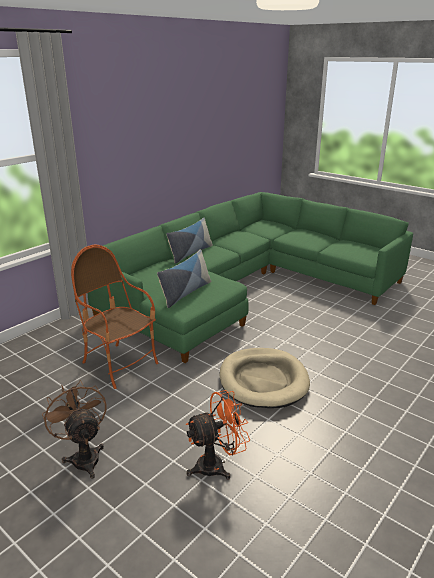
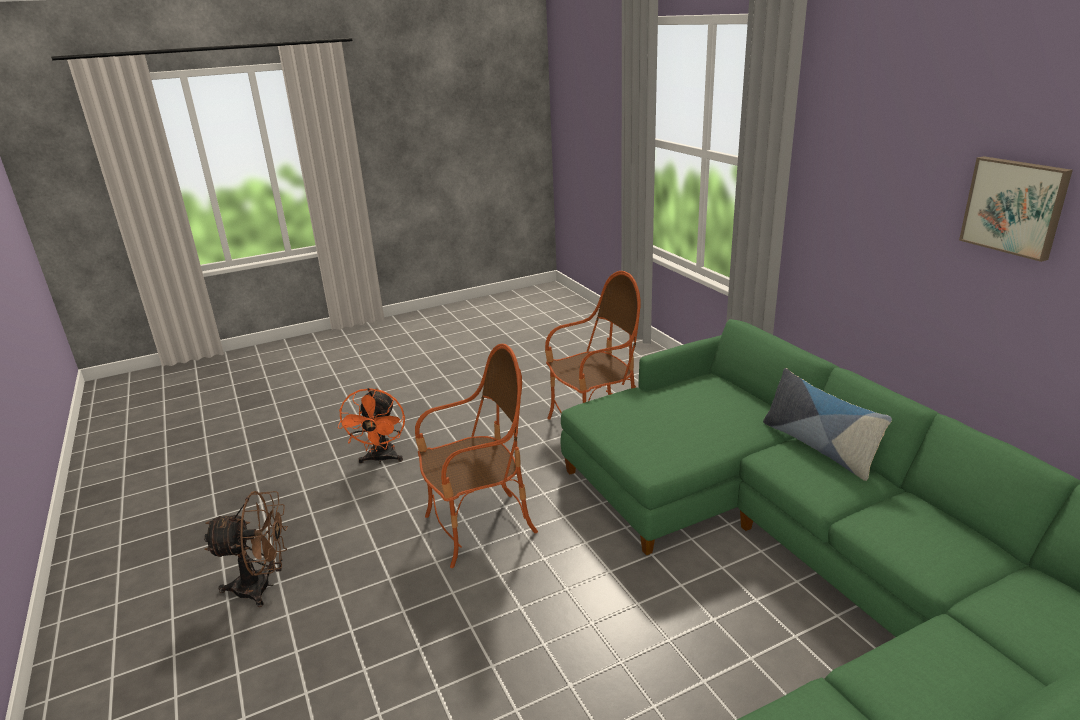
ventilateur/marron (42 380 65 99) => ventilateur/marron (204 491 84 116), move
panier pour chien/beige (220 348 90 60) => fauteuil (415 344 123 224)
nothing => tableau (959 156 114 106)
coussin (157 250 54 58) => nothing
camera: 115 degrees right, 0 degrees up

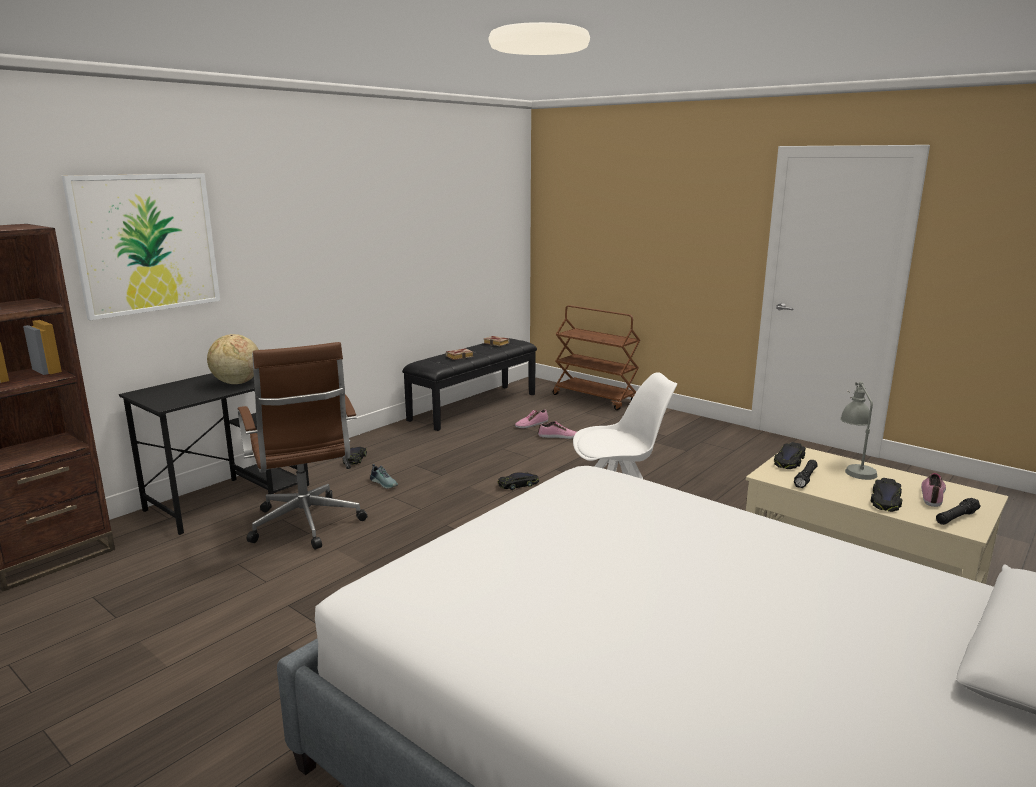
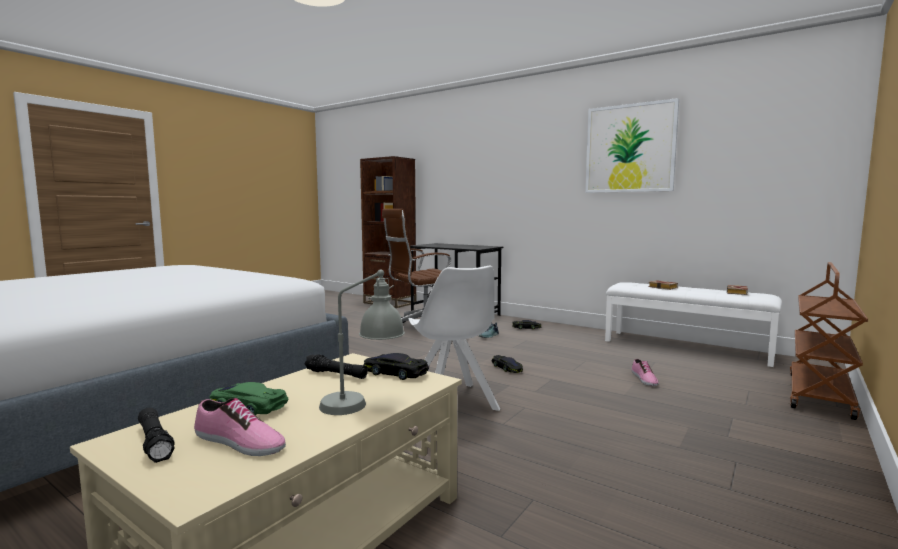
petite voiture/noir (870 478 32 34) => petite voiture/vert (209 382 79 33)
tableau (62 173 158 147) => tableau (585 98 94 95), move
banc/noir (402 338 135 93) => banc/blanc (605 282 177 85)
globe (207 334 52 50) => nothing
chaussure (515 409 33 19) => nothing
camera: 85 degrees right, 10 degrees down

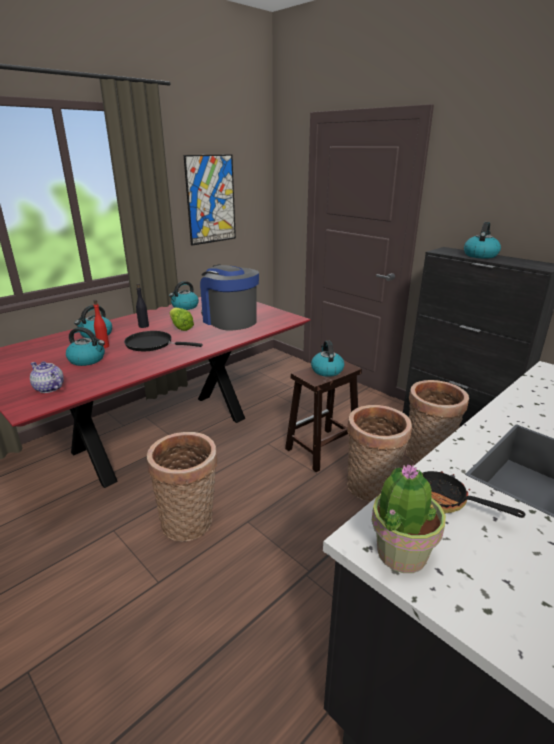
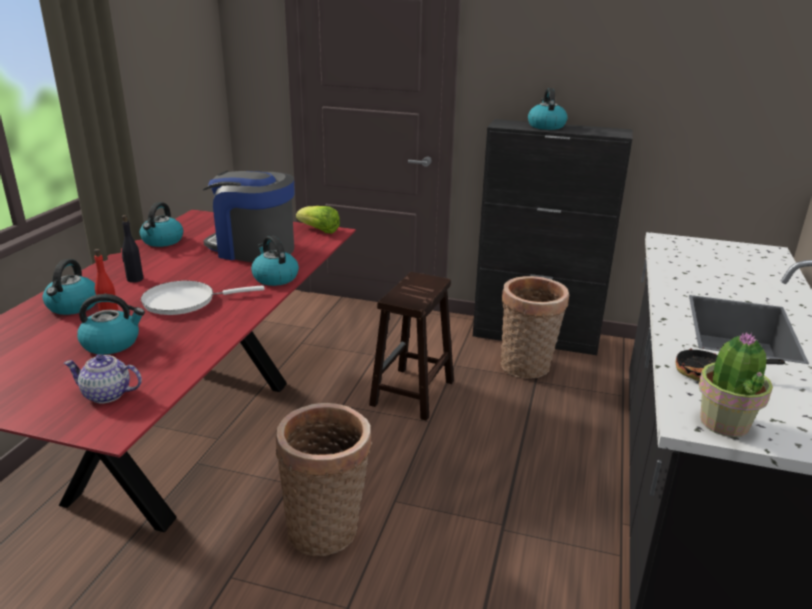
poêle/noir (124 331 78 20) => poêle/blanc (141 281 124 34)
bouilloire (311 341 33 36) => bouilloire (251 235 48 51), move
laitue (170 307 24 24) => laitue (296 206 44 28), move
tableau (184 154 52 92) => nothing
panier (347 405 65 97) => nothing
camera: 30 degrees left, 0 degrees up

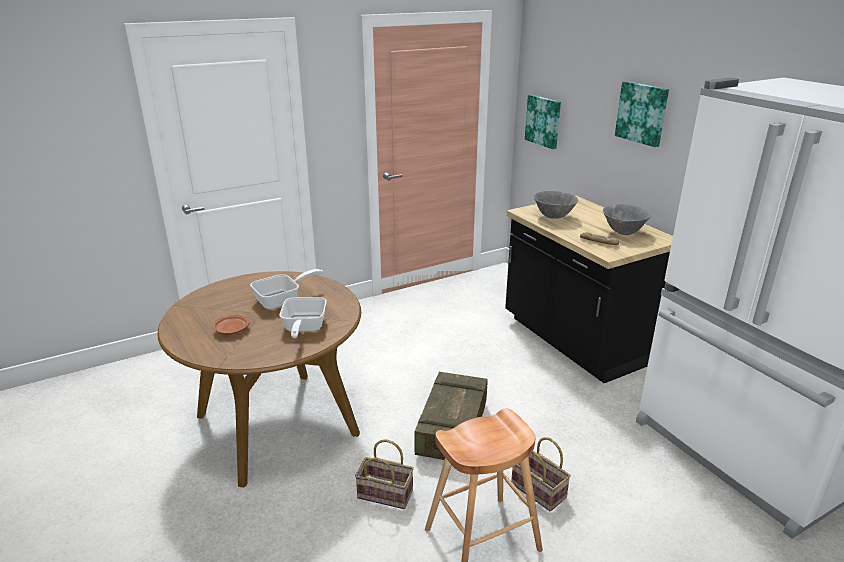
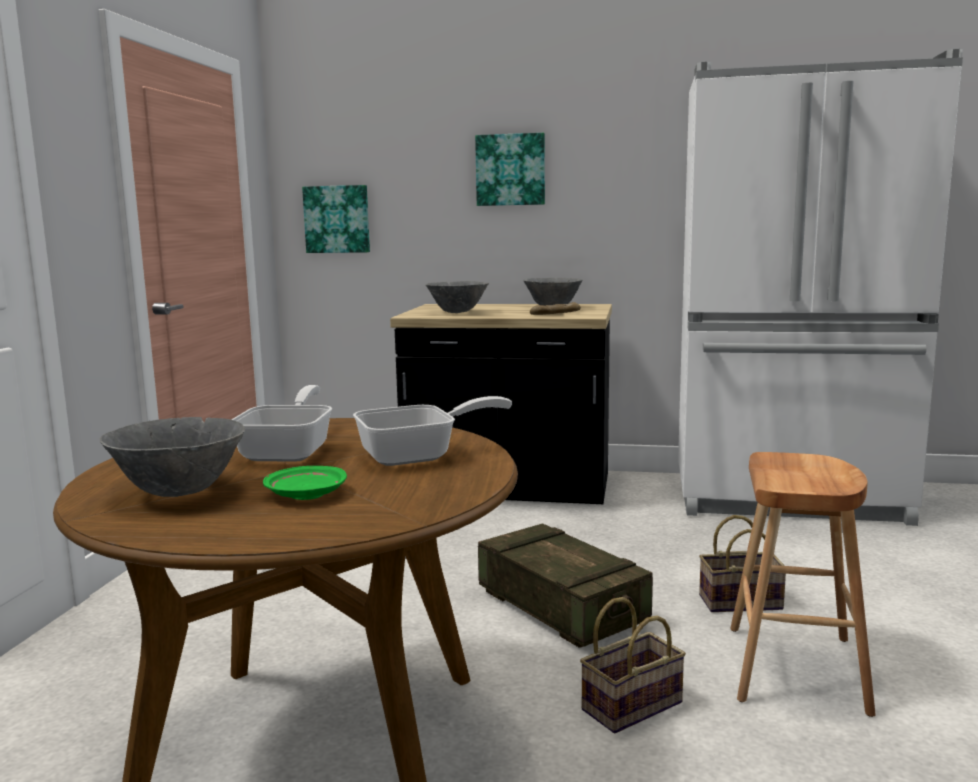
nothing => bol/gris (99 417 146 80)
assiette/marron (213 315 36 20) => assiette/vert (263 466 84 34)
poêle (279 297 48 41) => poêle (353 396 159 70), 60 degrees counterclockwise
camera: 50 degrees left, 15 degrees down

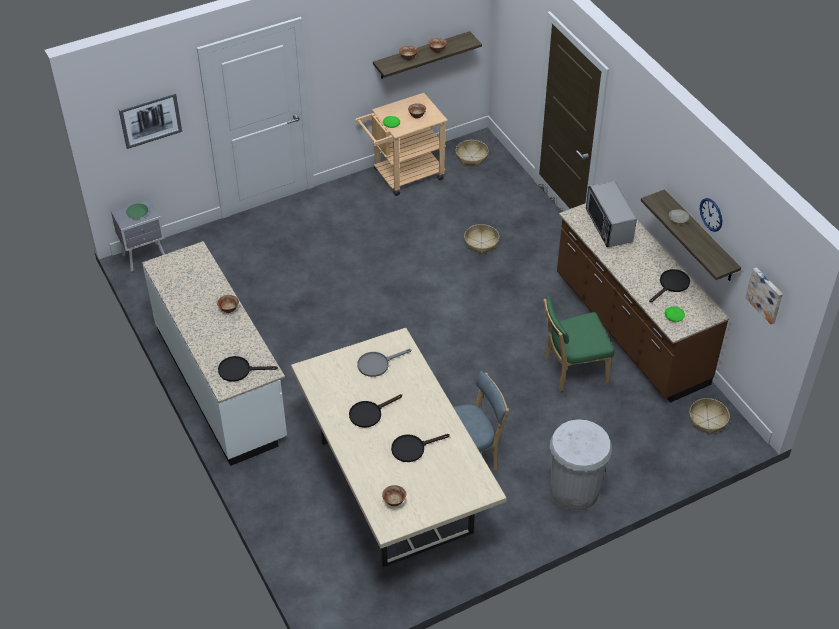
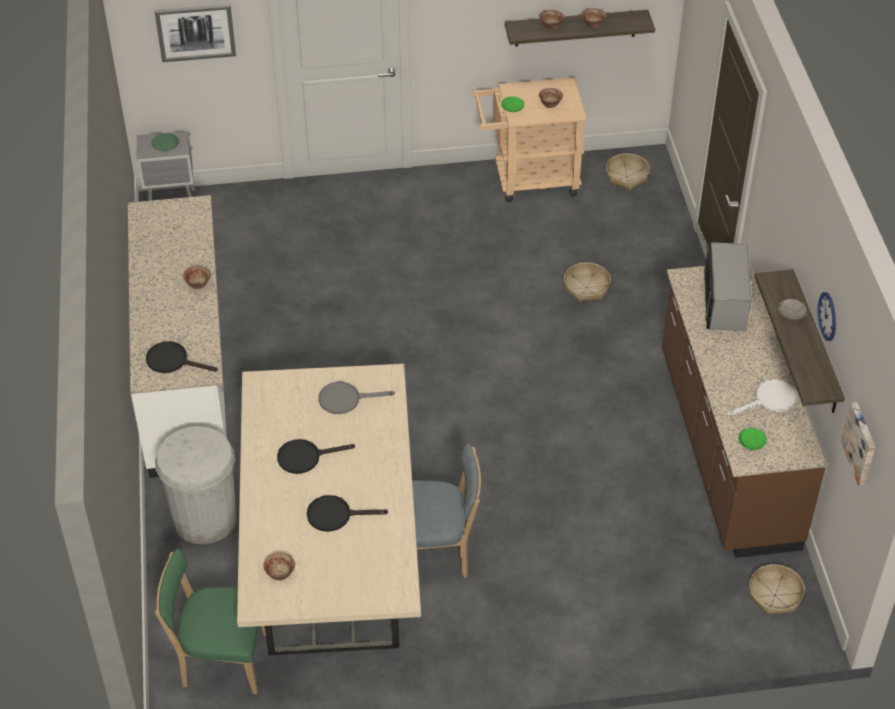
poubelle/blanc (550 419 62 92) => poubelle/blanc (155 426 82 118), move
chaise/vert (544 296 70 96) => chaise/vert (155 549 111 145), move
poêle/noir (649 269 41 34) => poêle/blanc (727 379 70 37)
camera: 20 degrees right, 0 degrees up

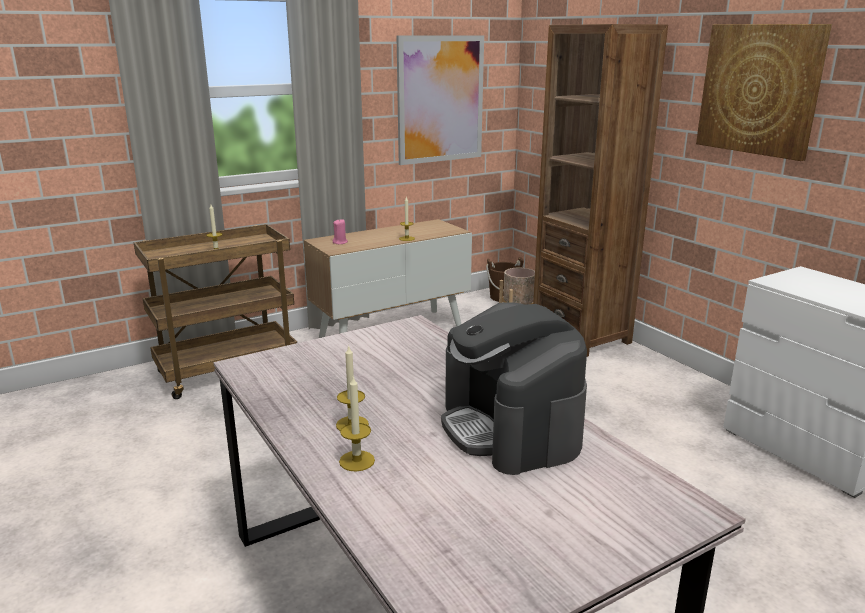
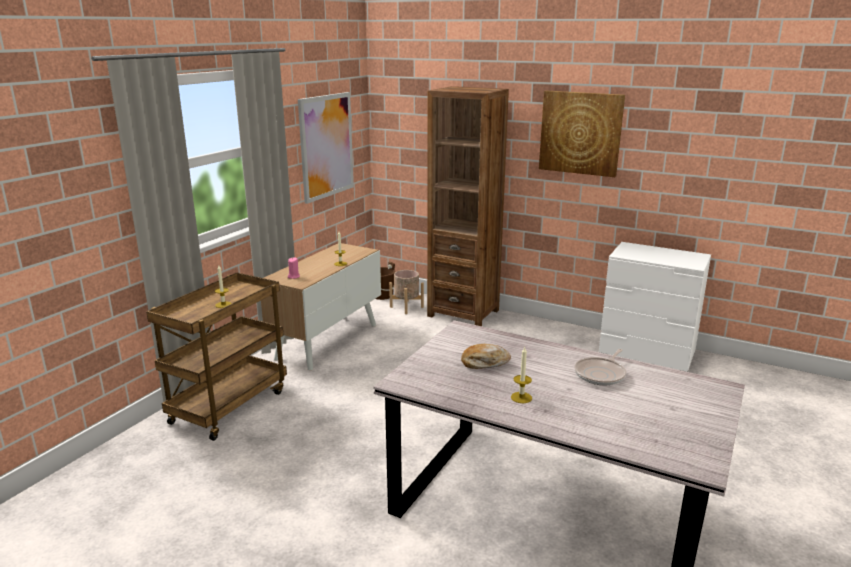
nothing => pain (461 344 50 25)
machine à café (441 302 146 173) => poêle (574 349 52 36)
bougie (339 377 36 95) => nothing
camera: 30 degrees left, 0 degrees up

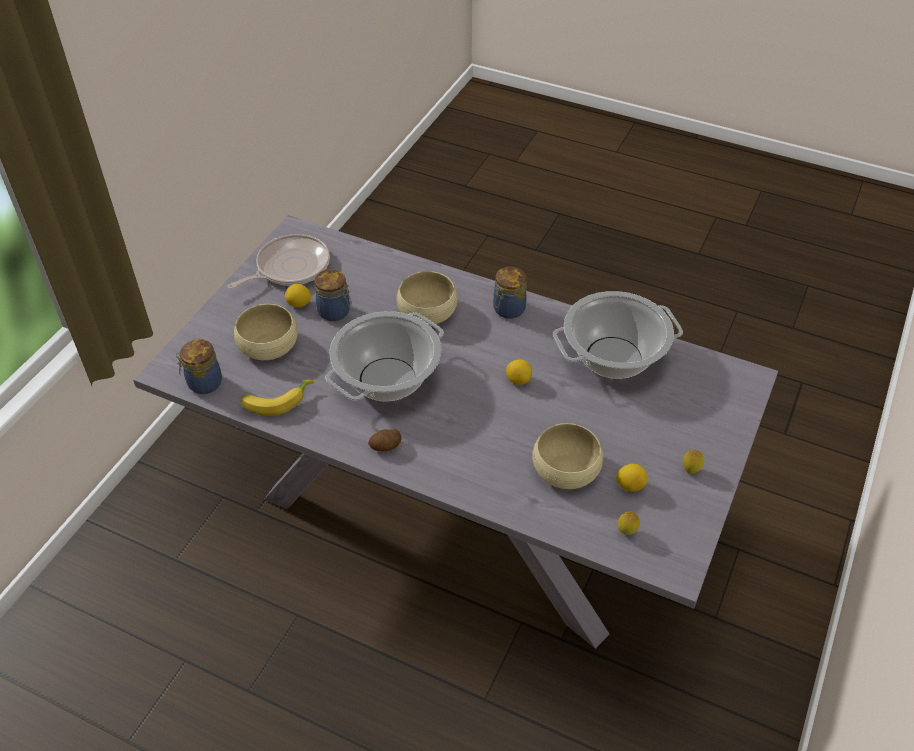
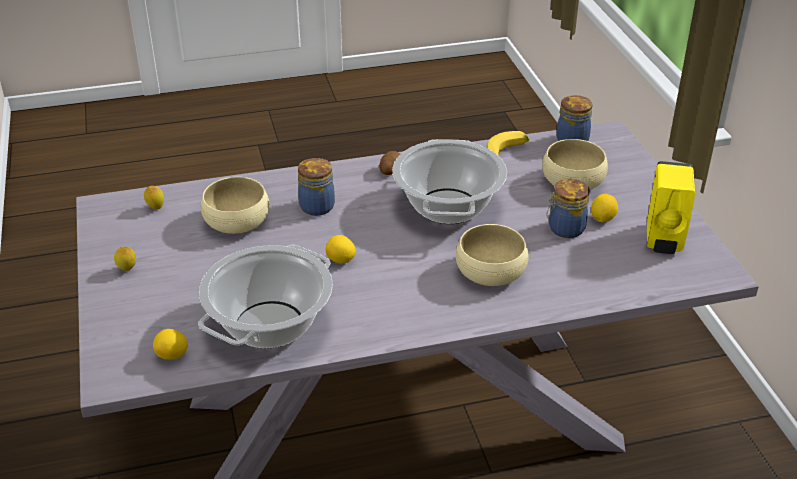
citron (616 464 31 28) => citron (153 329 35 31), move
bocal (493 267 34 52) => bocal (298 158 37 58), move
poêle (228 234 102 55) => distributeur de savon/jaune (647 161 48 93)
camera: 140 degrees right, 10 degrees down

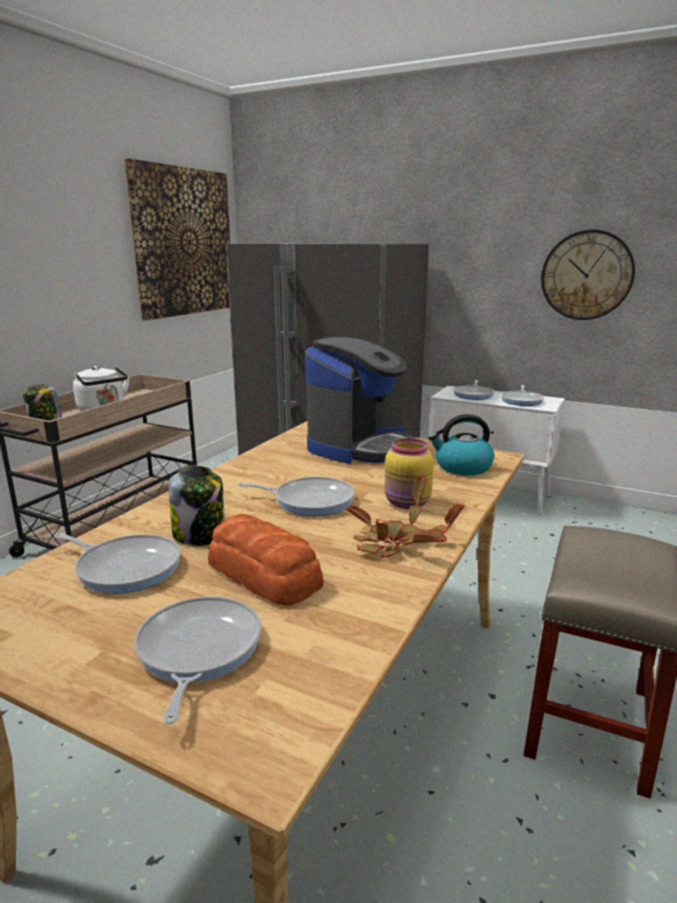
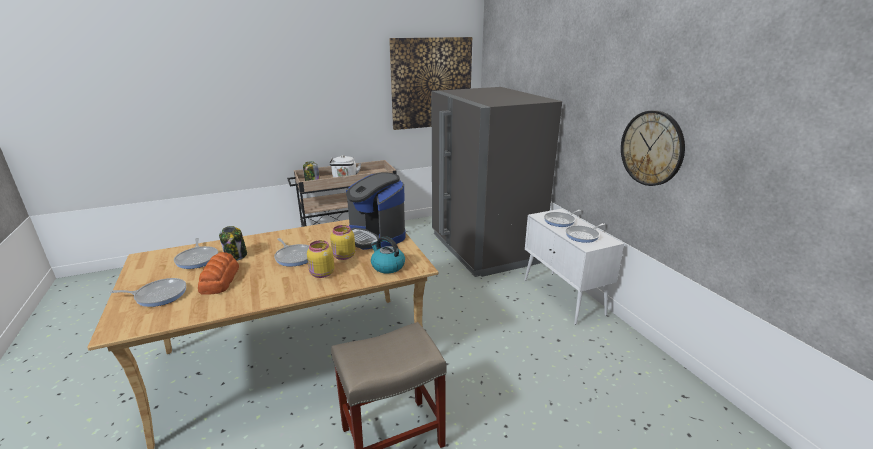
poêle (134 596 127 128) => poêle (110 278 76 29), 45 degrees clockwise
nothing => bocal/jaune (330 225 25 35)
machine à café (305 337 109 127) => machine à café (346 173 60 77), 60 degrees clockwise
plante en pot (346 475 119 83) => nothing
camera: 40 degrees right, 5 degrees up

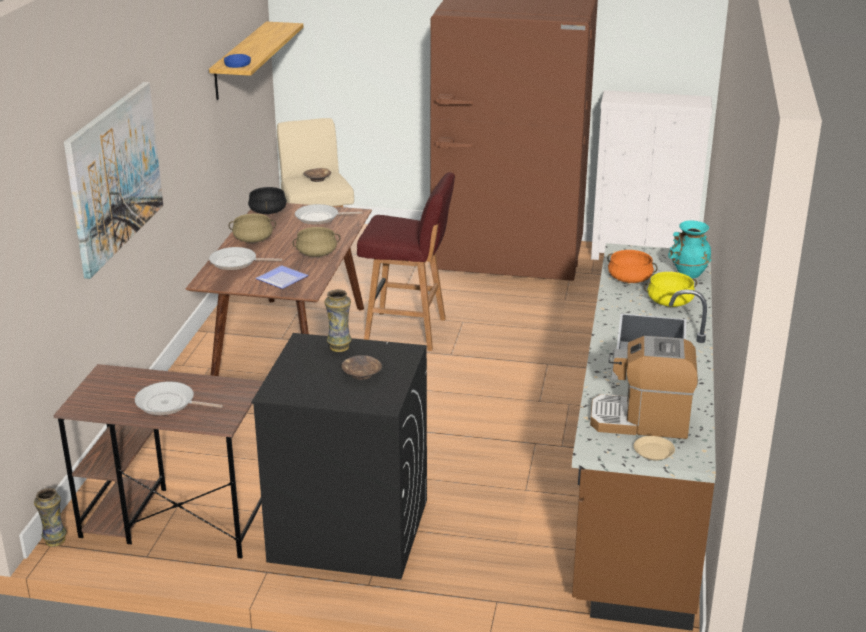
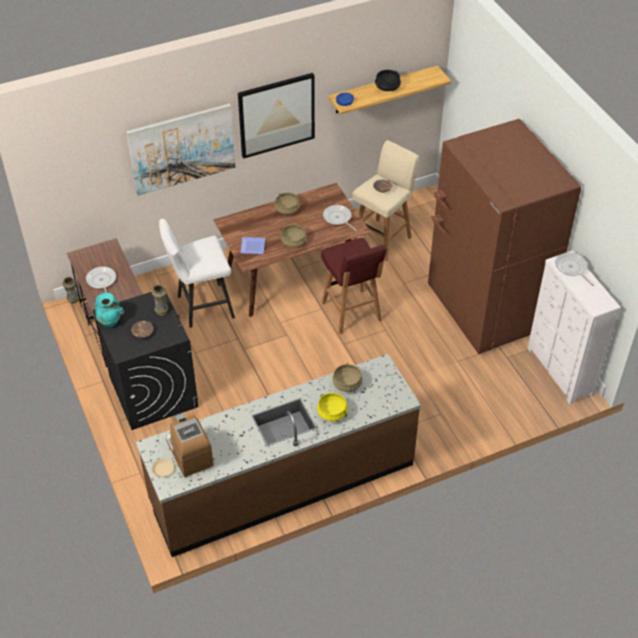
vase/turquoise (668 220 44 58) => vase/turquoise (94 293 30 34), move
nothing => tabouret/blanc (159 219 76 109)
nothing => tableau (238 73 77 86)
marmite/orange (607 250 51 33) => marmite/beige (332 363 30 29)
marmite/noir (248 187 39 27) => marmite/noir (375 70 26 21), move
poêle (209 247 73 23) => poêle (555 252 39 34), move
camera: 55 degrees right, 20 degrees up

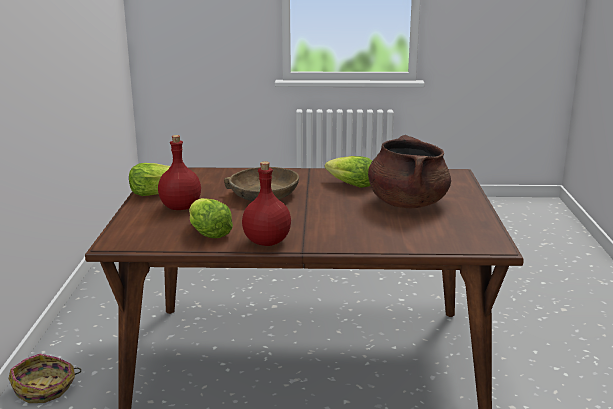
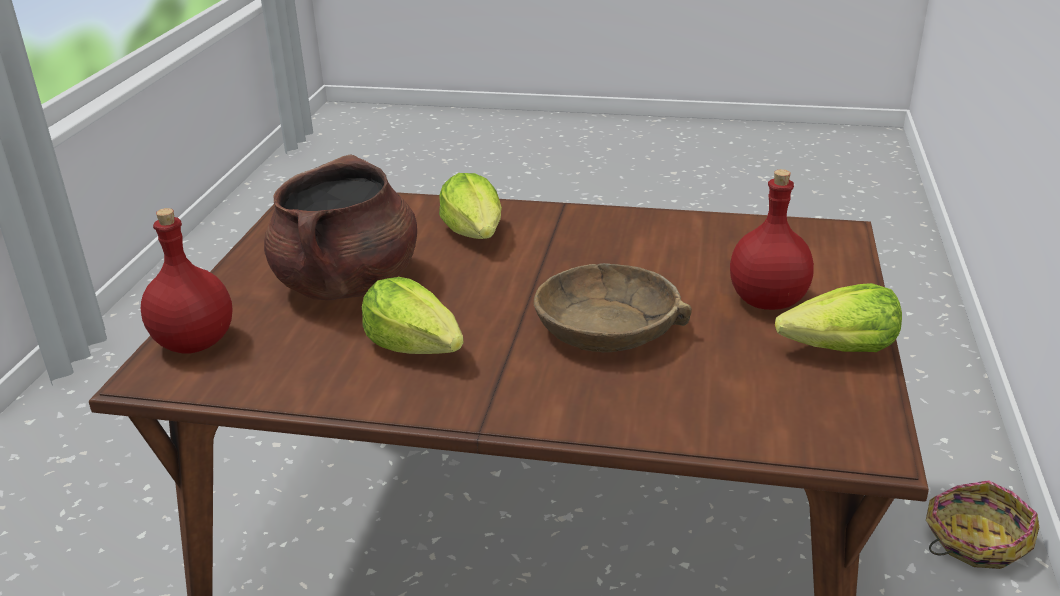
bouteille/rouge (242 161 49 85) => bouteille/rouge (141 208 92 146), move
laitue (189 198 44 40) => laitue (439 173 63 66), move
camera: 170 degrees left, 10 degrees up

